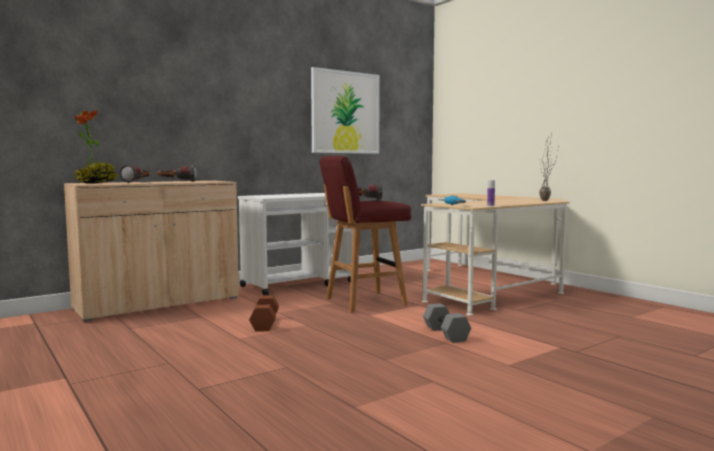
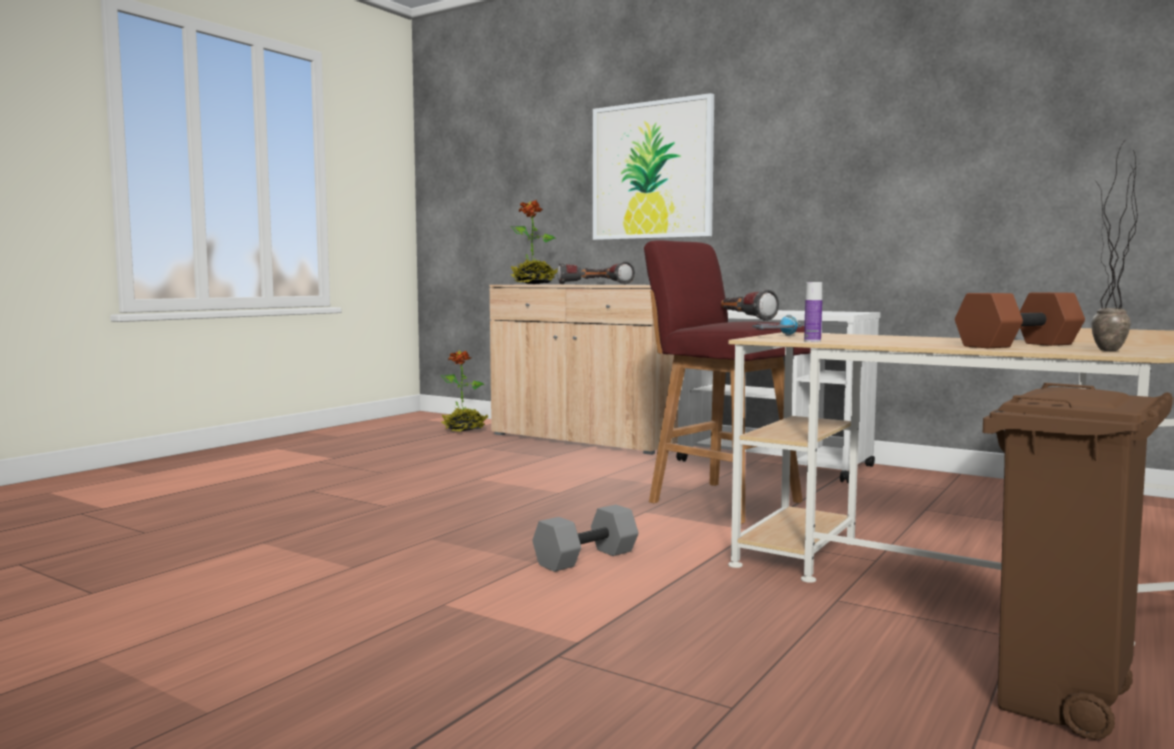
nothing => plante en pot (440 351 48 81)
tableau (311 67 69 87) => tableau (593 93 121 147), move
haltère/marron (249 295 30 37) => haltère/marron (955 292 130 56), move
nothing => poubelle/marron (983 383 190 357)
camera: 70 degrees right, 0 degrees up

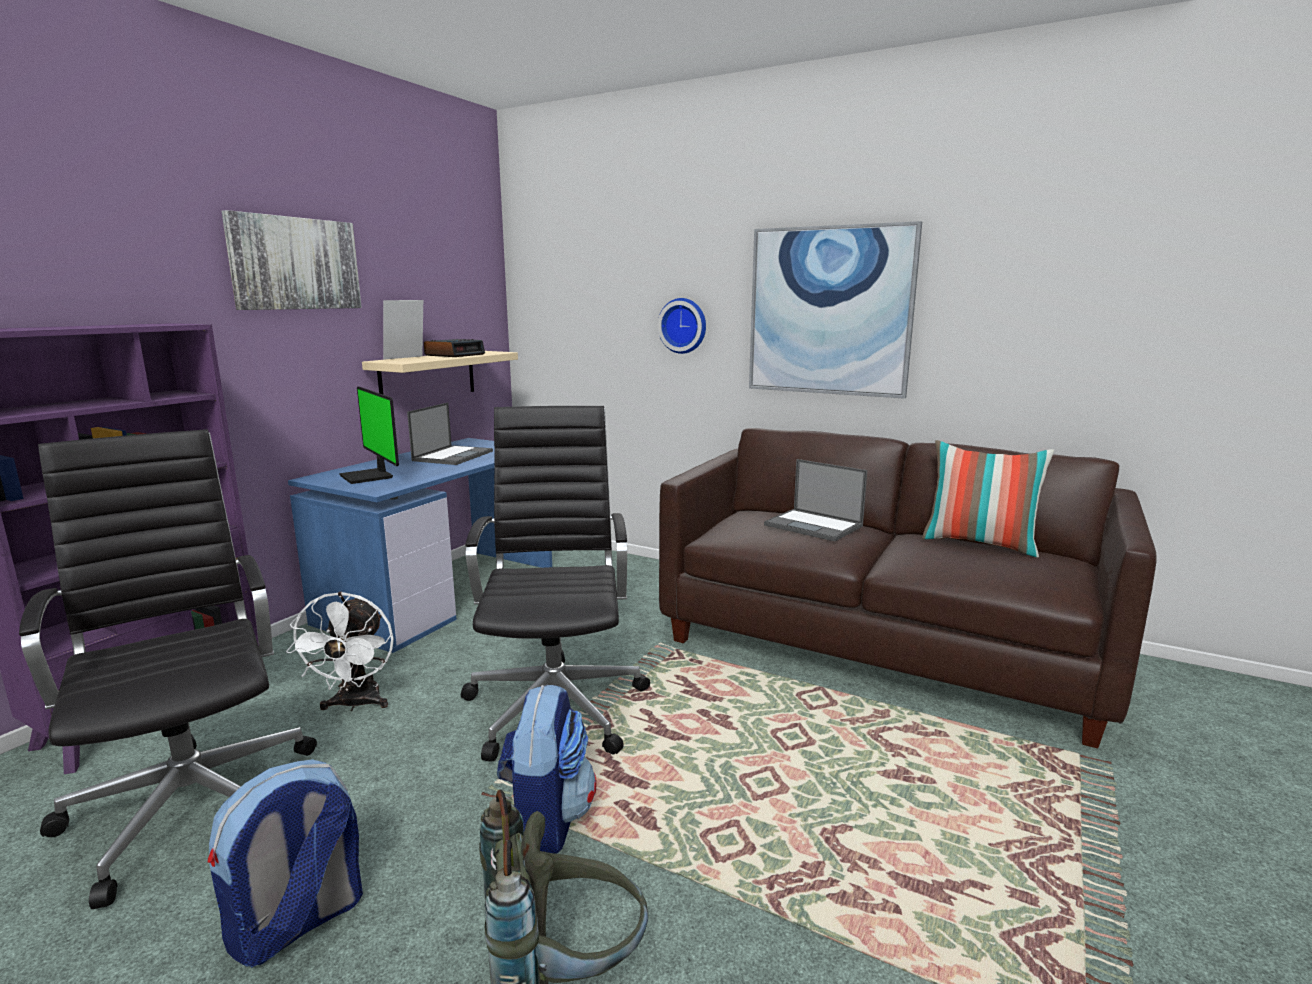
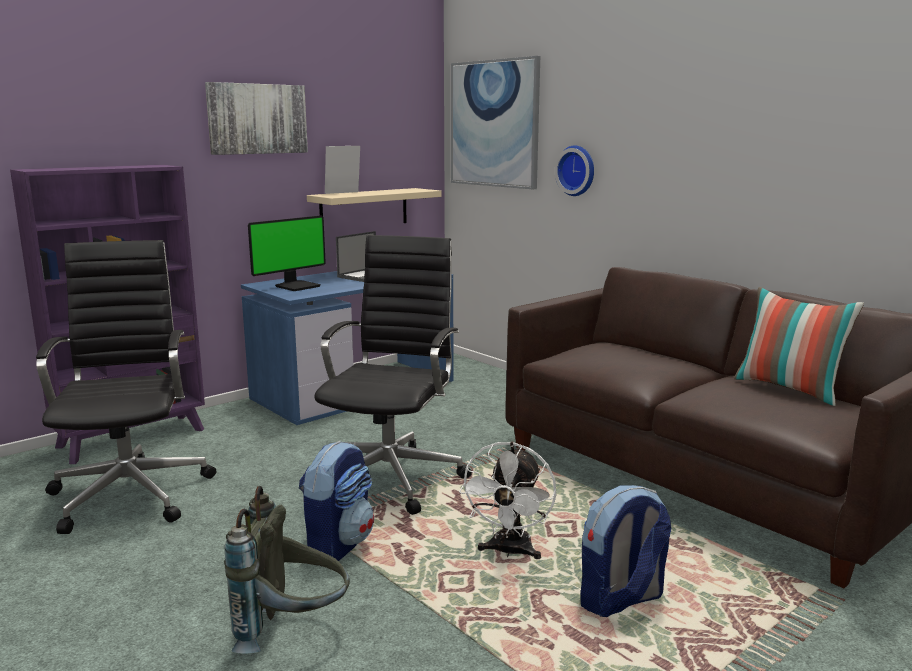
écran d'ordinateur (339 386 60 98) => écran d'ordinateur (248 216 78 75), 120 degrees counterclockwise
tableau (749 221 173 178) => tableau (451 56 89 133), move
ventilateur/blanc (286 592 108 120) => ventilateur/blanc (459 442 97 117), move
sac à dos (207 759 156 209) => sac à dos (581 485 90 132), move
réveil (424 339 61 18) => nothing
ordinateur portable (764 459 103 83) => nothing
camera: 20 degrees right, 0 degrees up

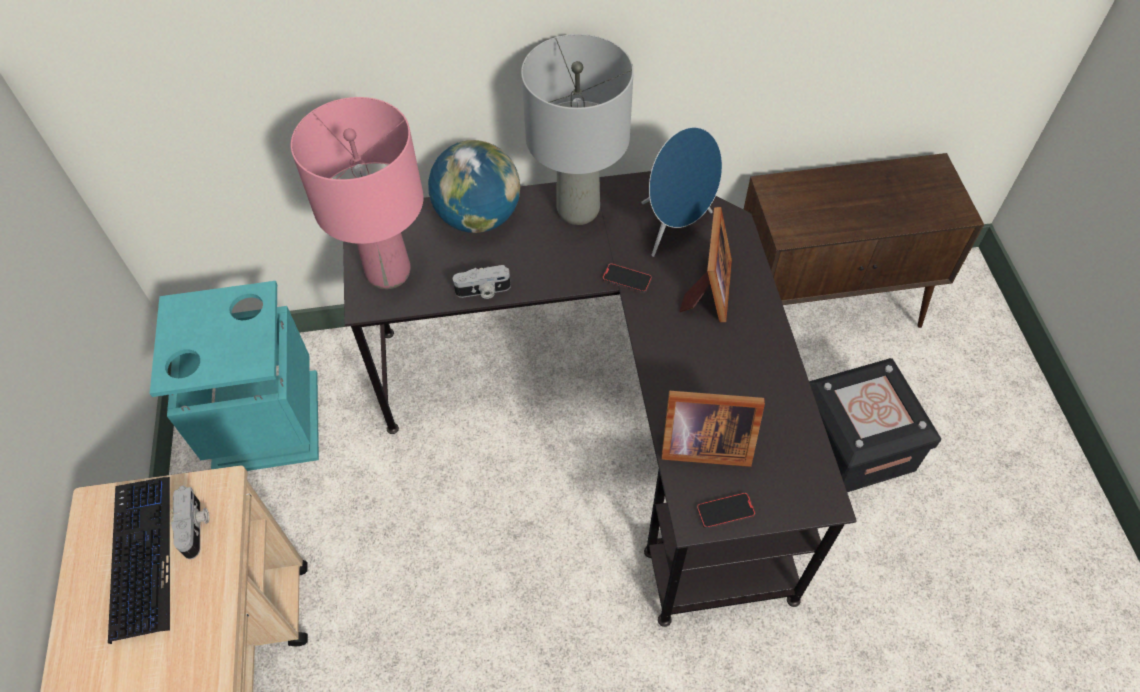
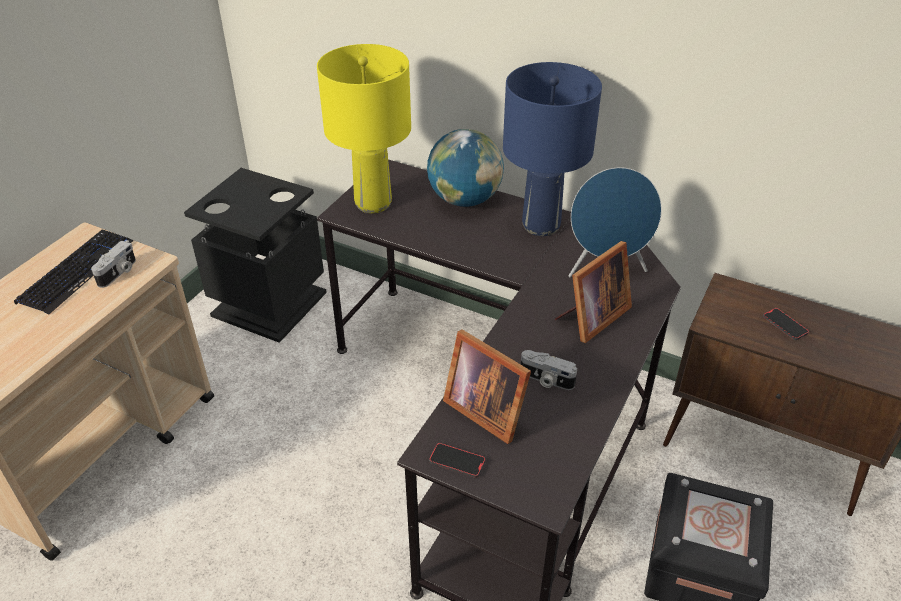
poubelle/turquoise (150 281 169 190) => poubelle/noir (184 168 143 175)
lampe de table/rose (291 97 133 192) => lampe de table/jaune (317 44 94 169)
lampe de table/gris (521 34 113 191) => lampe de table/bleu (503 62 99 174)
appareil photo (453 265 58 34) => appareil photo (521 350 56 40), move
téléphone (603 263 49 30) => téléphone (763 308 46 32), move
camera: 35 degrees right, 15 degrees down

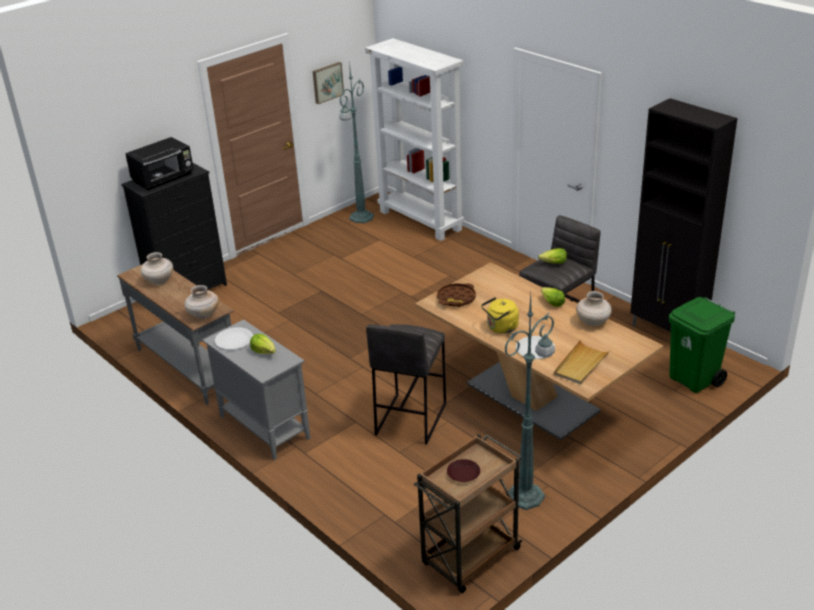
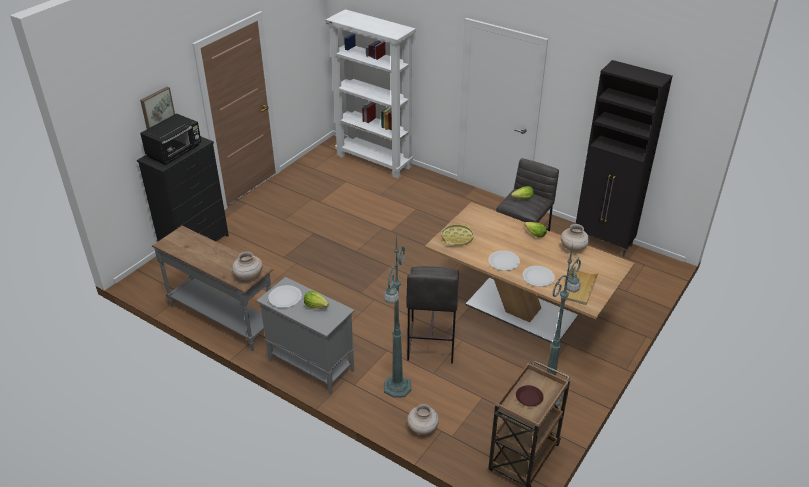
tableau (313 62 31 42) => tableau (140 87 35 42), move
lampadaire/vert (339 61 35 162) => lampadaire/vert (384 233 28 165), move
vase/beige (141 252 32 32) => vase/beige (407 404 32 31), move
plateau/marron (437 283 39 24) => plateau/jaune (441 224 33 22)
bouilloire/jaune (481 297 38 37) => assiette/blanc (489 250 31 21)
poubelle/vert (669 297 67 96) => nothing
camera: 15 degrees left, 5 degrees up

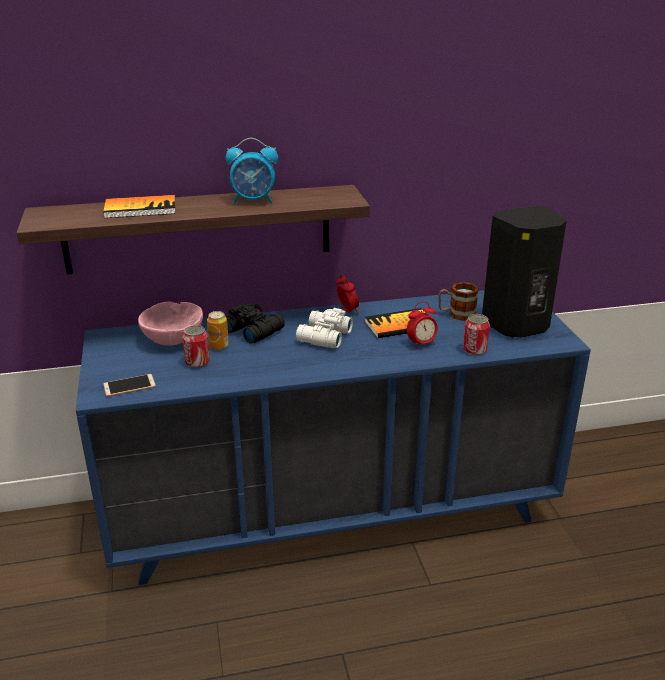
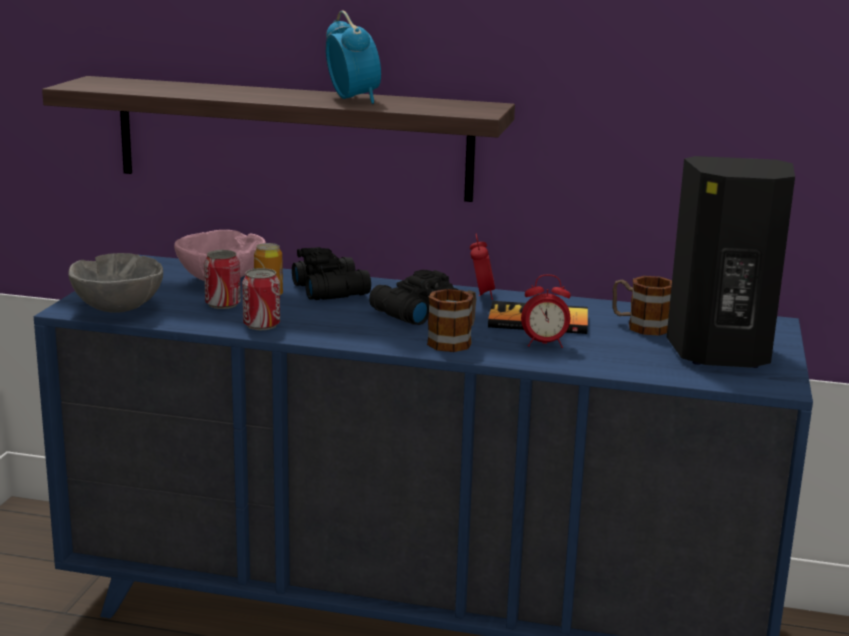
téléphone (103 374 53 23) => bol/gris (68 253 95 59)
boîte métallique (463 314 27 41) => boîte métallique (242 268 38 62), move
réveil (225 138 53 66) => réveil (326 10 55 94), 135 degrees counterclockwise
jumelles/blanc (296 308 57 40) => jumelles/noir (369 270 89 55)
nothing => mug (427 289 49 63)
livre (103 195 73 23) => nothing
camera: 25 degrees right, 10 degrees down

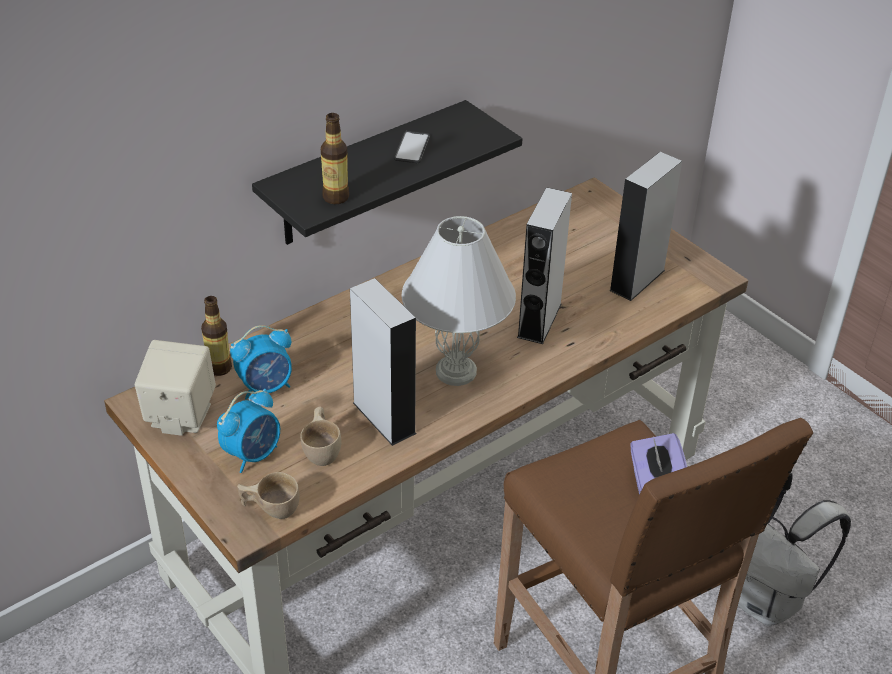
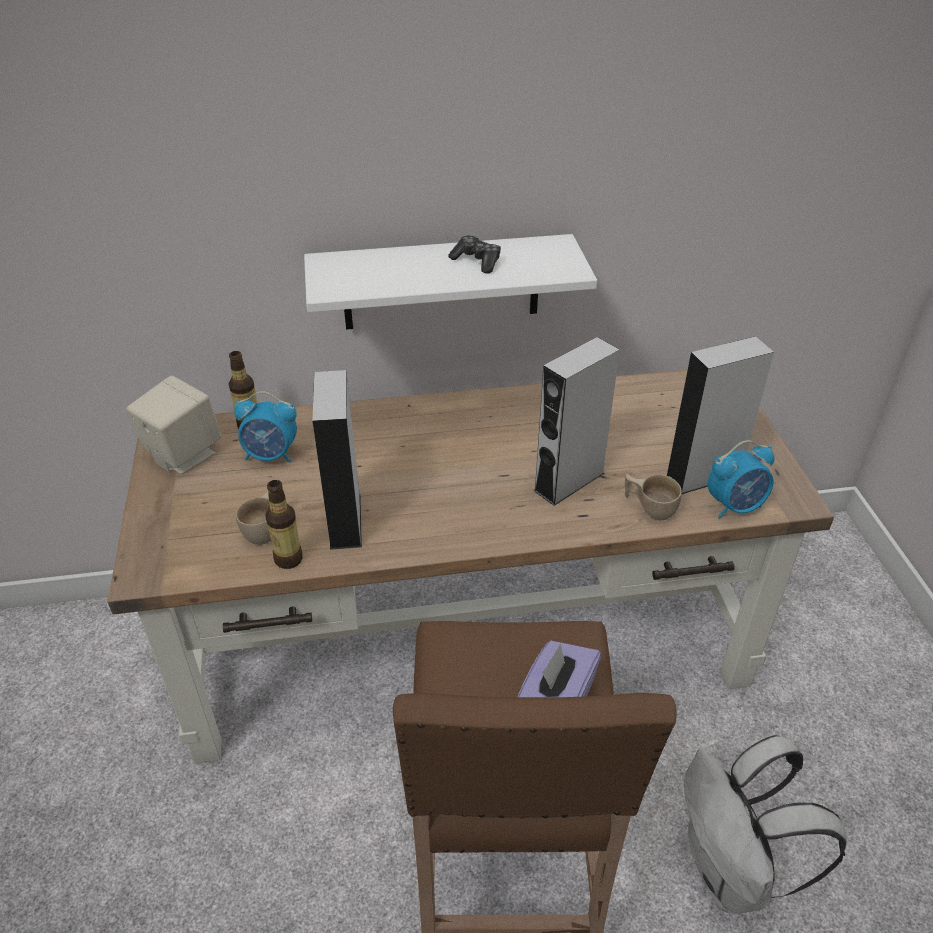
bouteille (321 113 28 91) => bouteille (265 480 38 89), move
étagère/noir (252 100 271 145) => étagère/blanc (304 234 293 96)
téléphone (394 131 36 32) => manette (448 235 53 39)
tasse/beige (237 472 63 47) => tasse/beige (625 474 57 46), move
réveil (217 389 63 84) => réveil (708 440 66 79), move
lampe de table/blanc (402 216 114 170) => nothing
camera: 30 degrees right, 0 degrees up

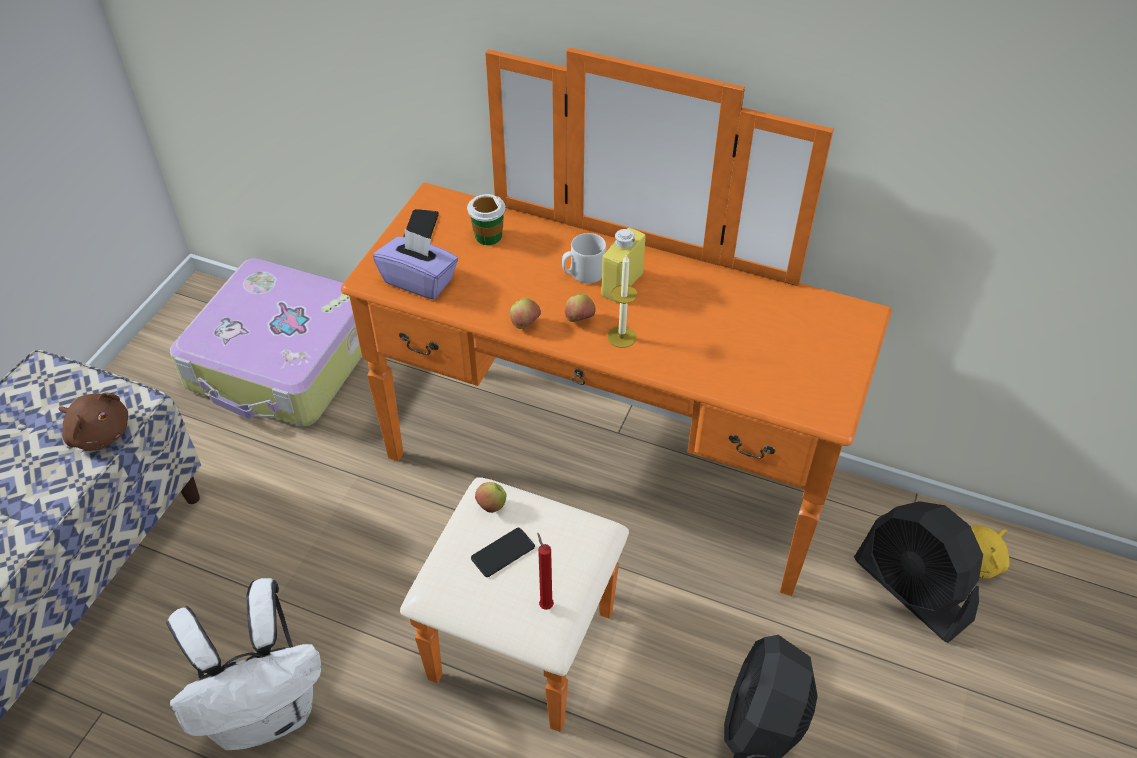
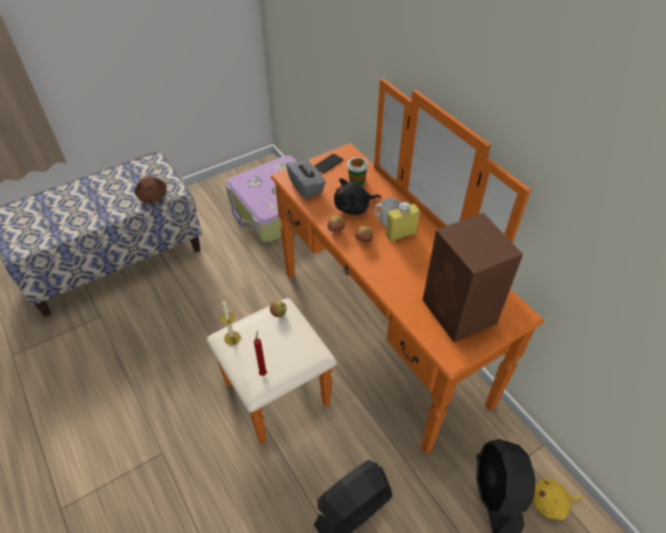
bougie (607 254 30 94) => bougie (220 300 21 45), move
boîte à mouchoirs/violet (373 229 85 71) => boîte à mouchoirs/gris (286 158 40 41)
nothing => peluche/noir (334 178 47 37)
nothing => enceinte/marron (423 213 100 129)
sac à dos/blanc (166 578 155 172) => nothing
téléphone (471 528 64 49) => nothing
camera: 35 degrees right, 0 degrees up

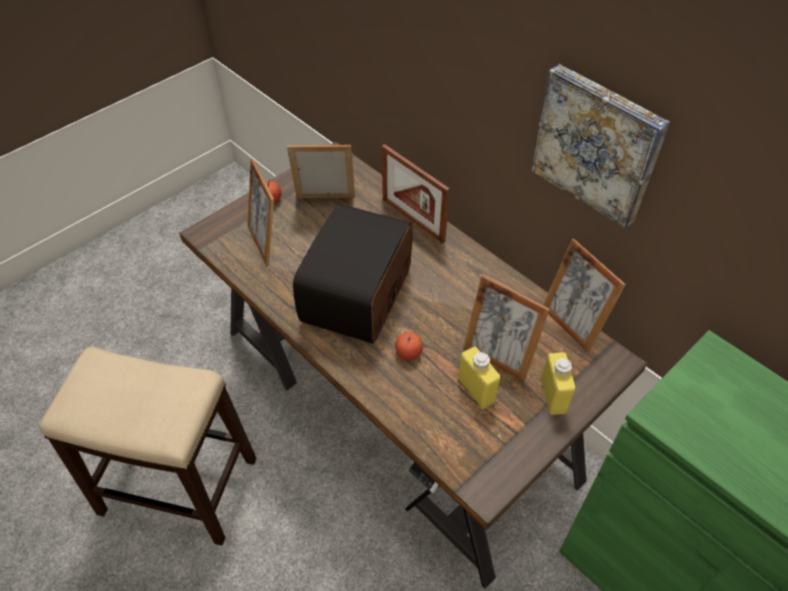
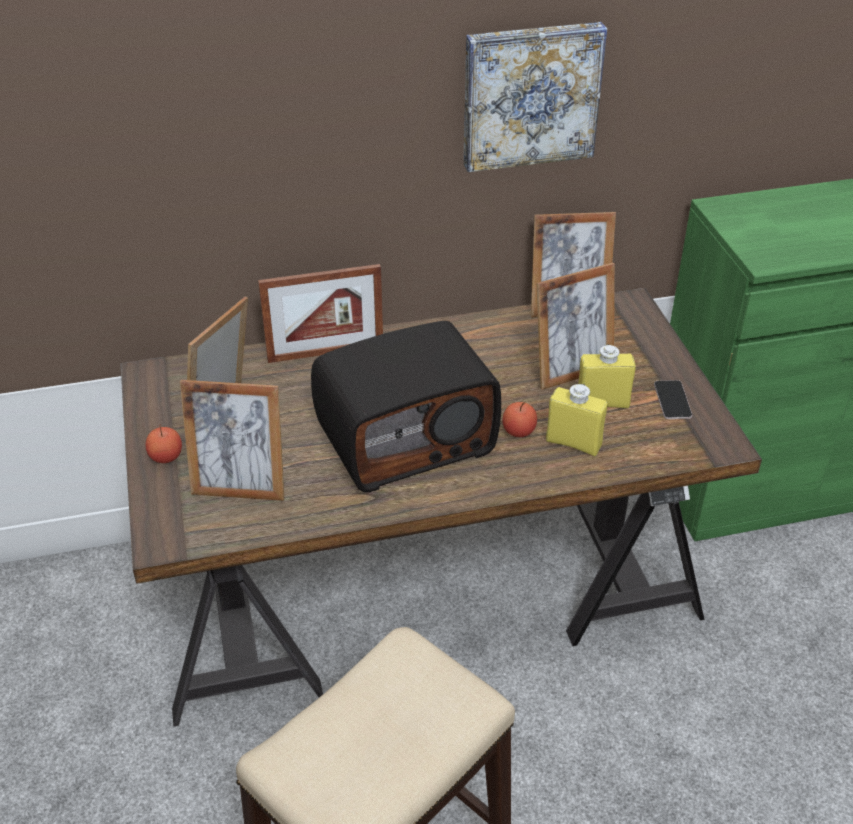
radio (293 204 119 140) => radio (311 321 190 171), 75 degrees counterclockwise
bouteille/jaune (541 352 35 63) => bouteille/jaune (546 384 61 72), move
nothing => téléphone (654 380 38 39)
camera: 60 degrees left, 10 degrees down

